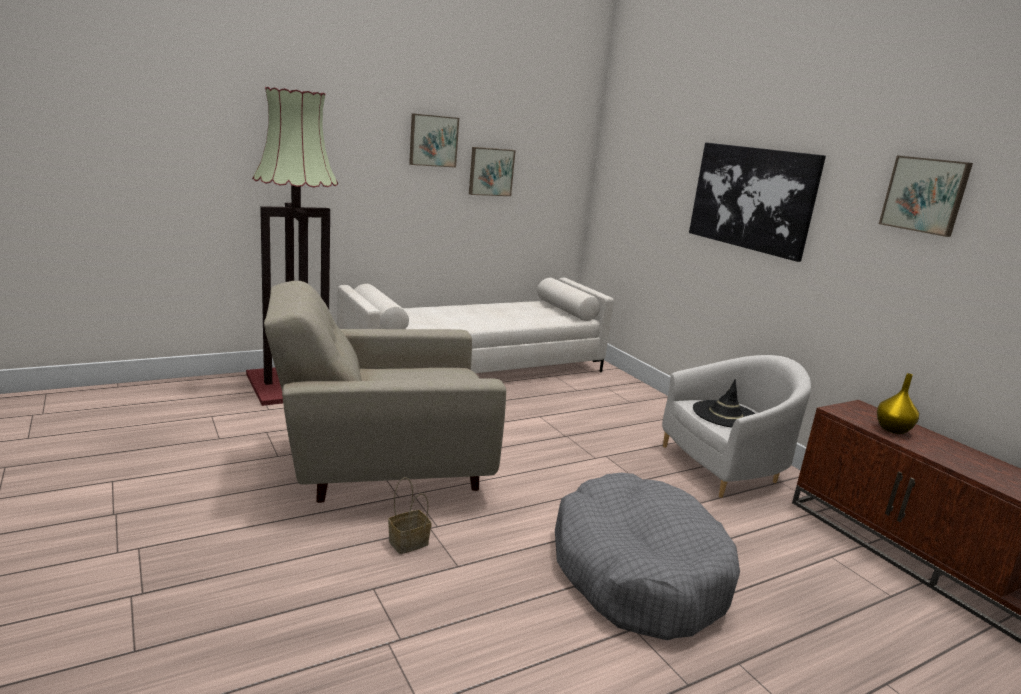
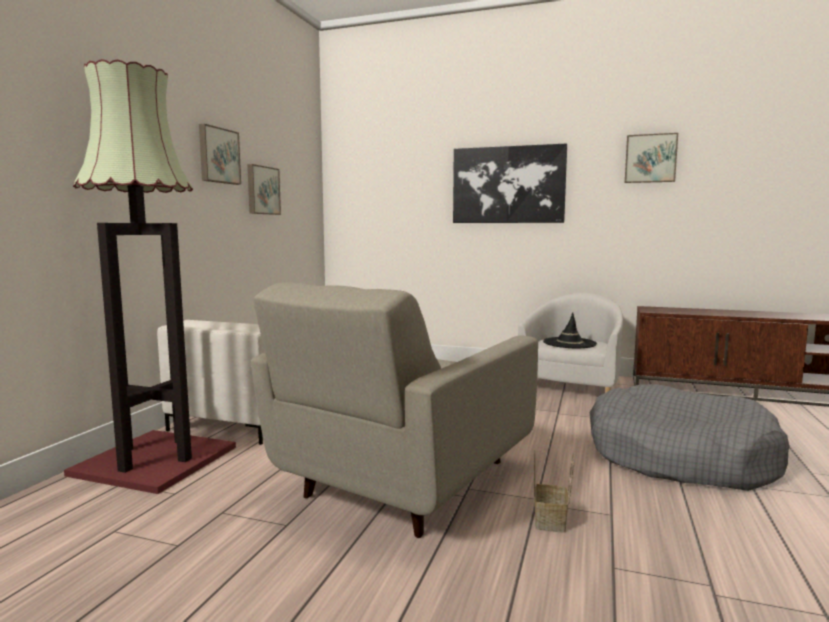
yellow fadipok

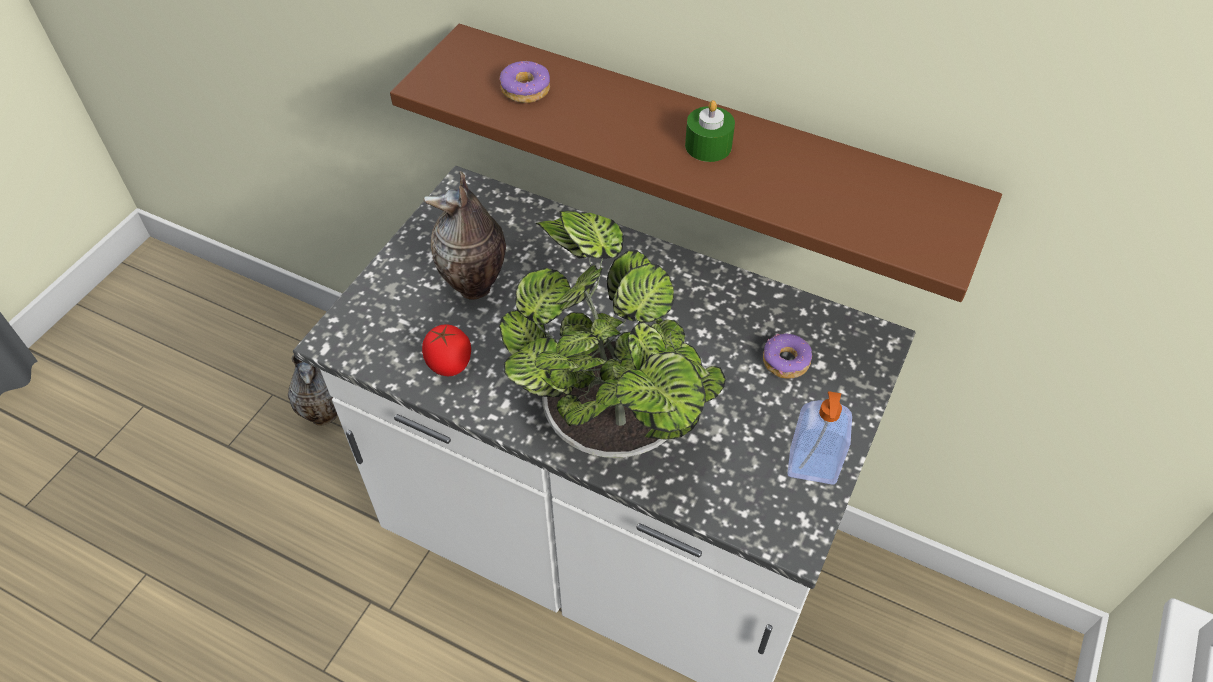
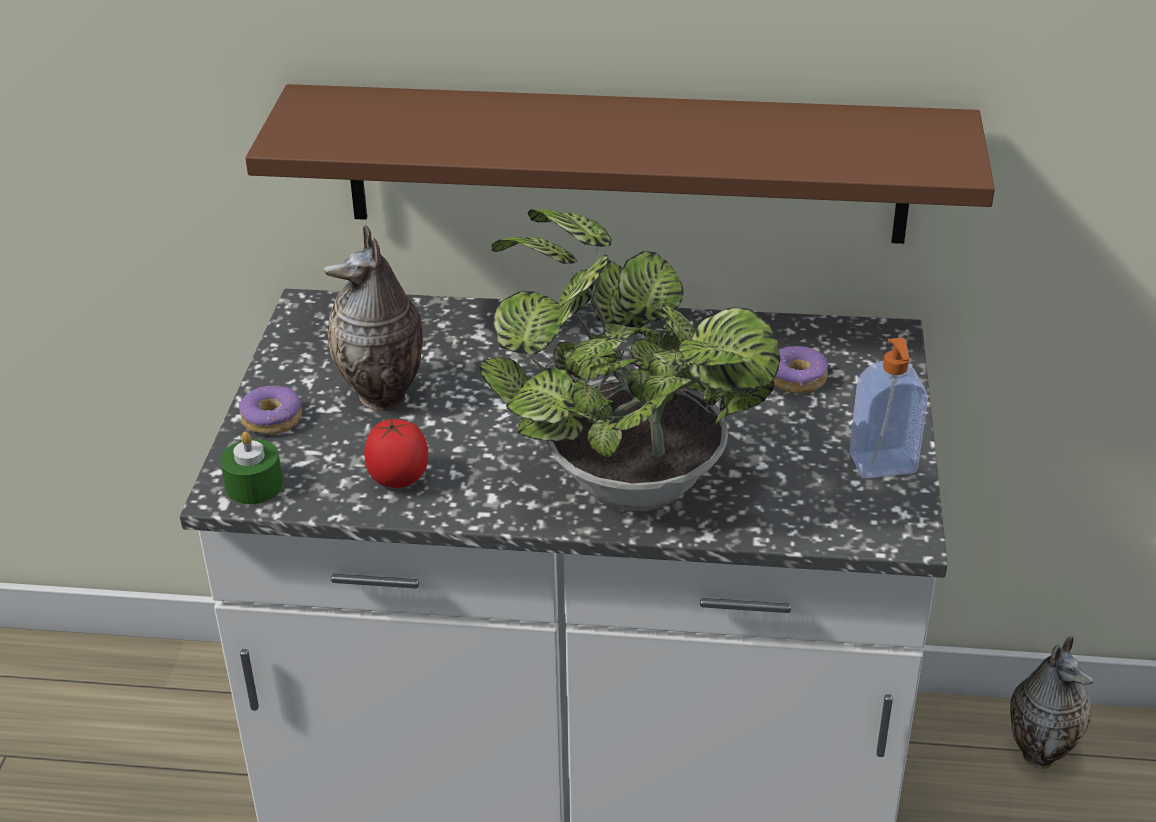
fadipok (no. 2 from left)
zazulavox (no. 1 from left)
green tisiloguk

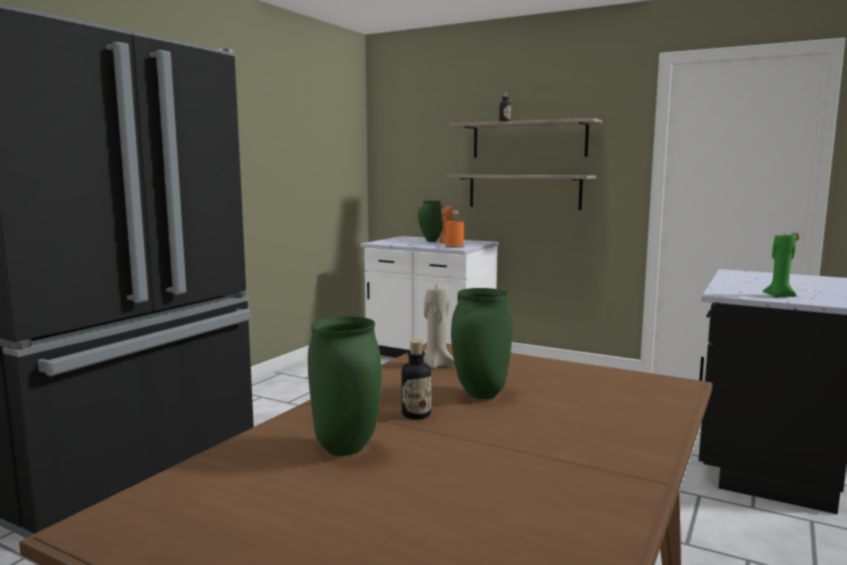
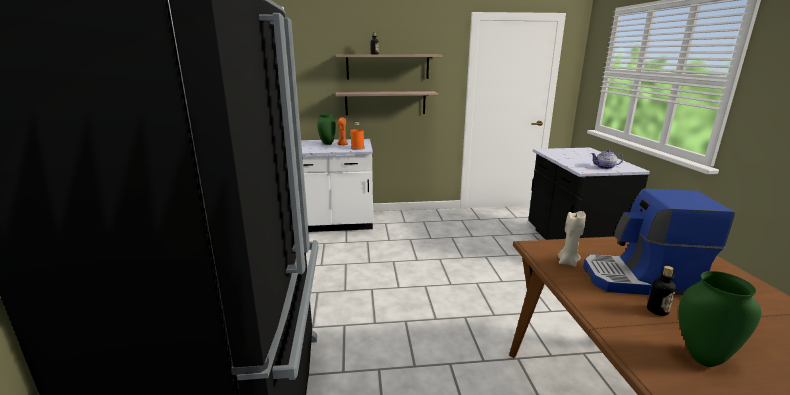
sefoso
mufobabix

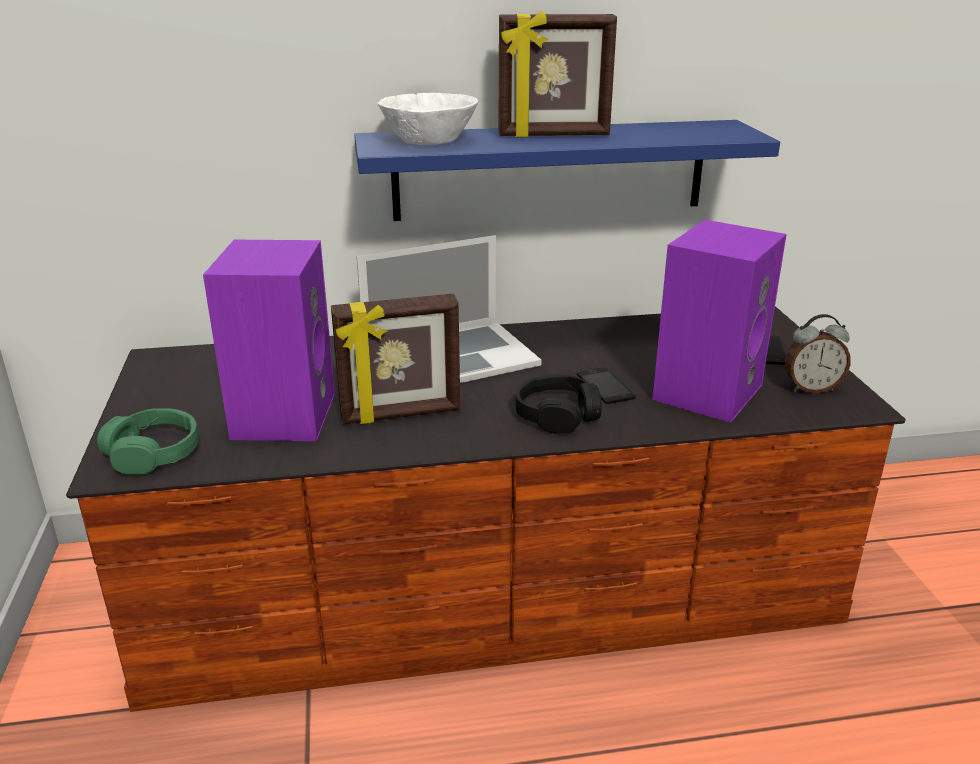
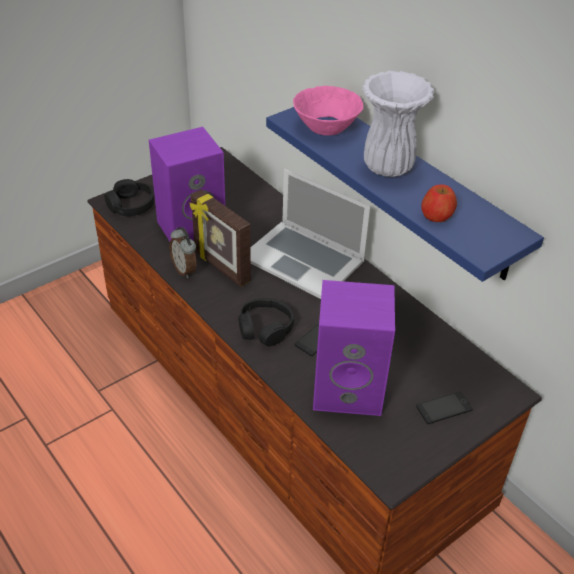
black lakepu (no. 1 from left)
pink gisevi
white fadipok
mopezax
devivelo

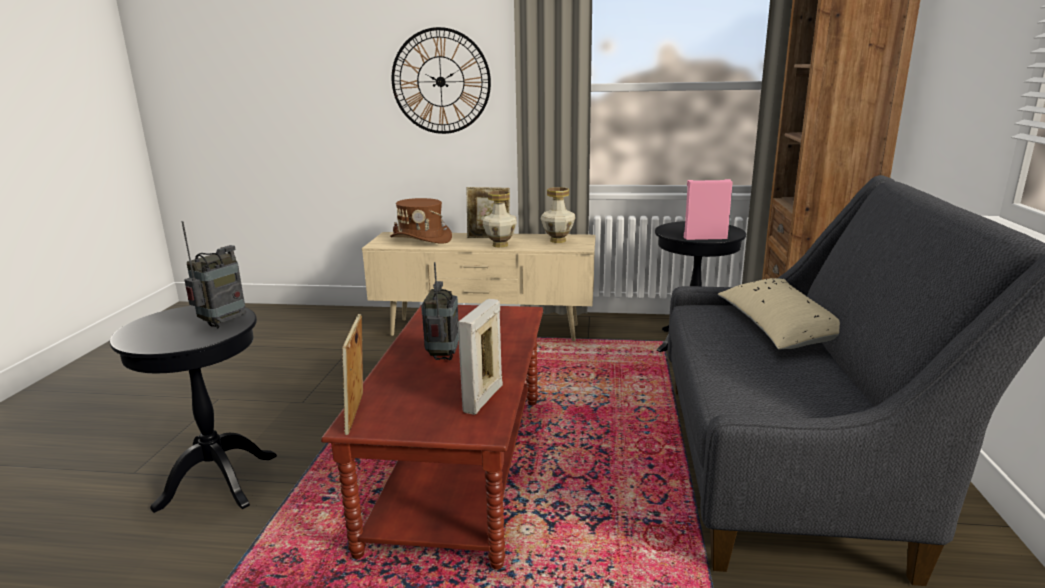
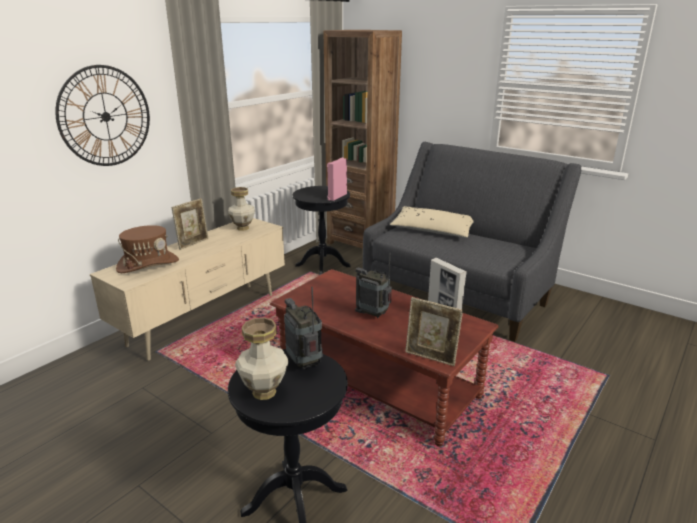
fadipok (no. 2 from left)

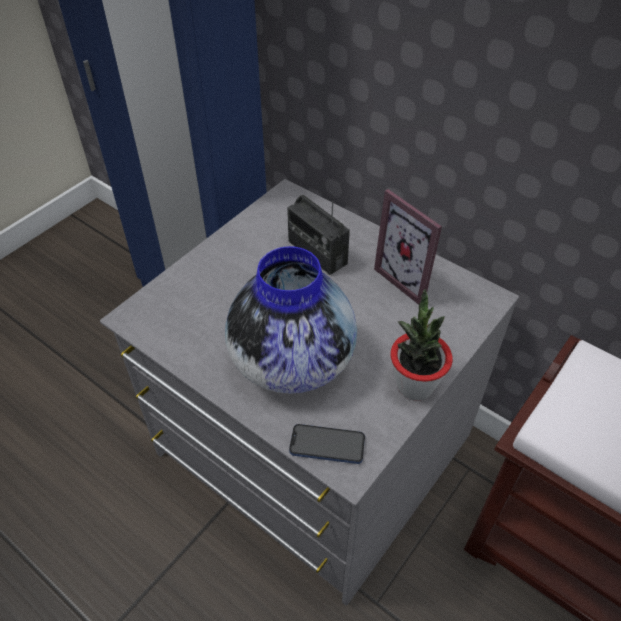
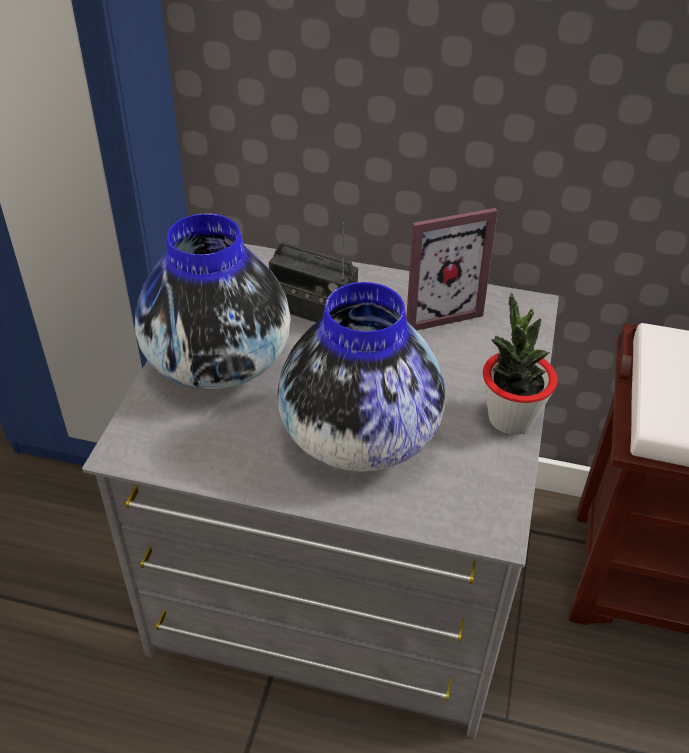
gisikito
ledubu
fadipok (no. 1 from left)

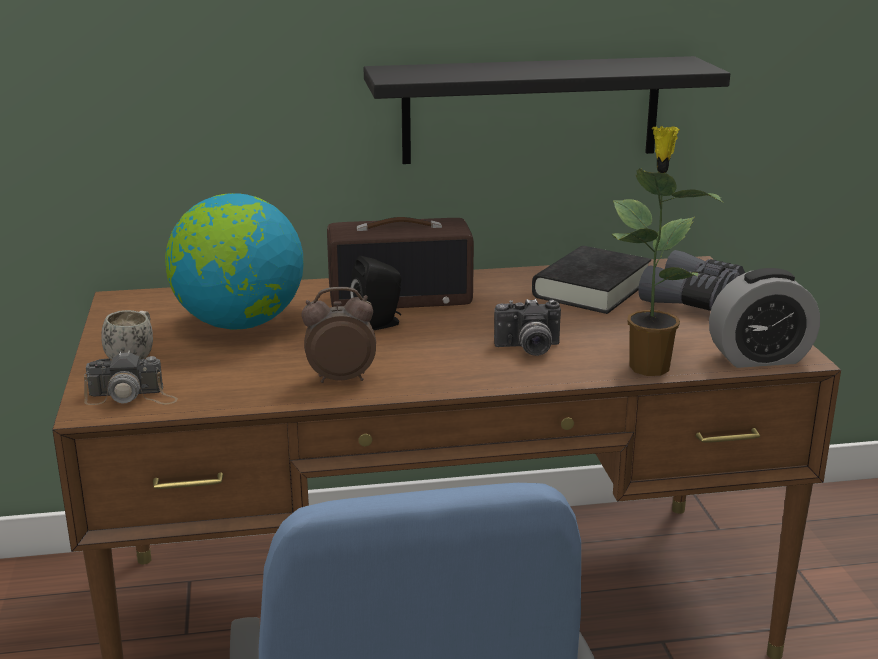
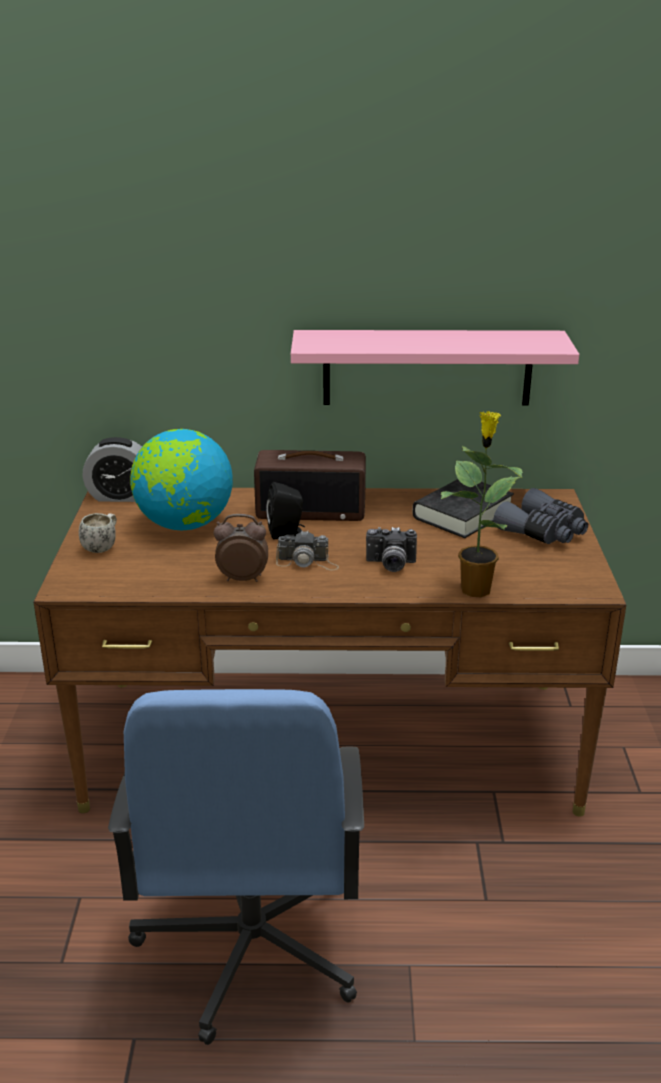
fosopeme (no. 1 from left)
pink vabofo
mopezax (no. 1 from left)

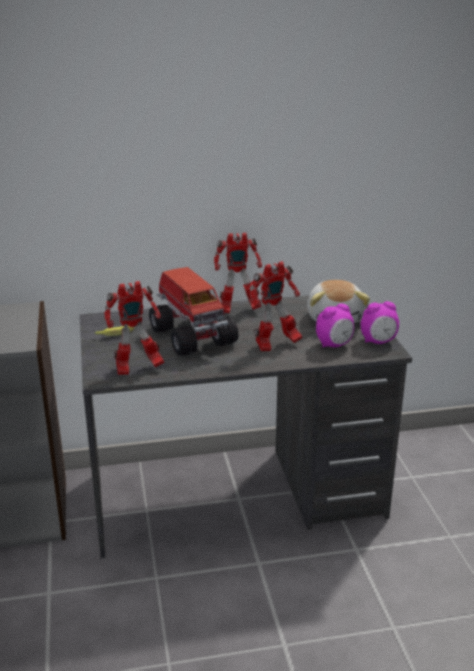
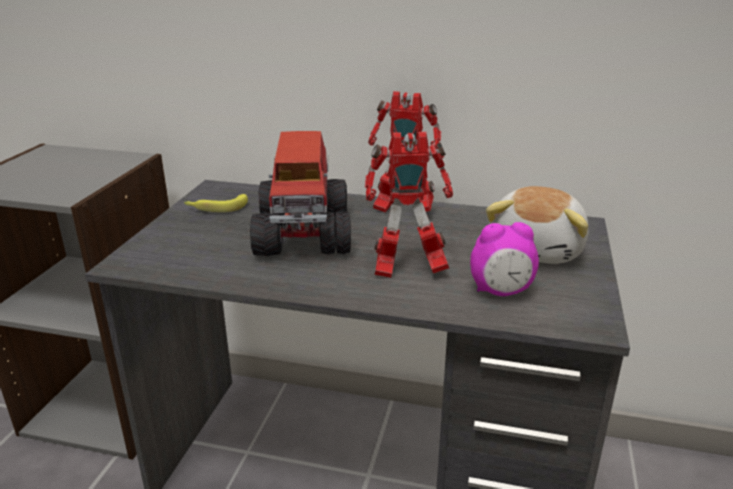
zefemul (no. 1 from left in the first image)
mopezax (no. 2 from left in the first image)

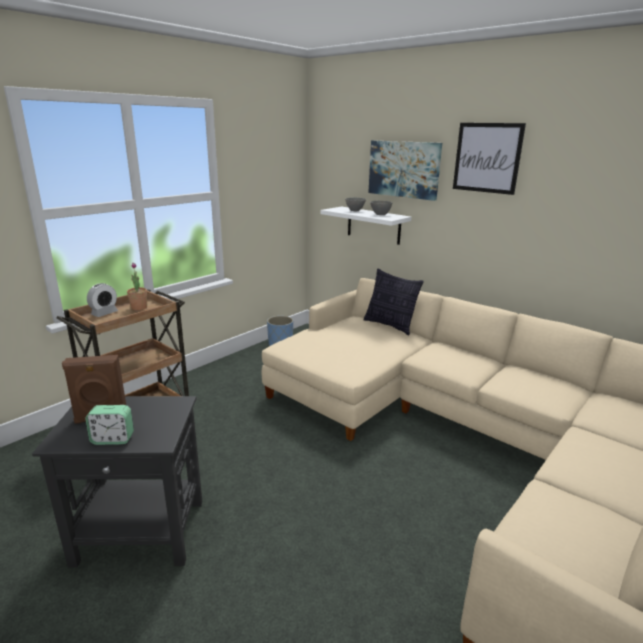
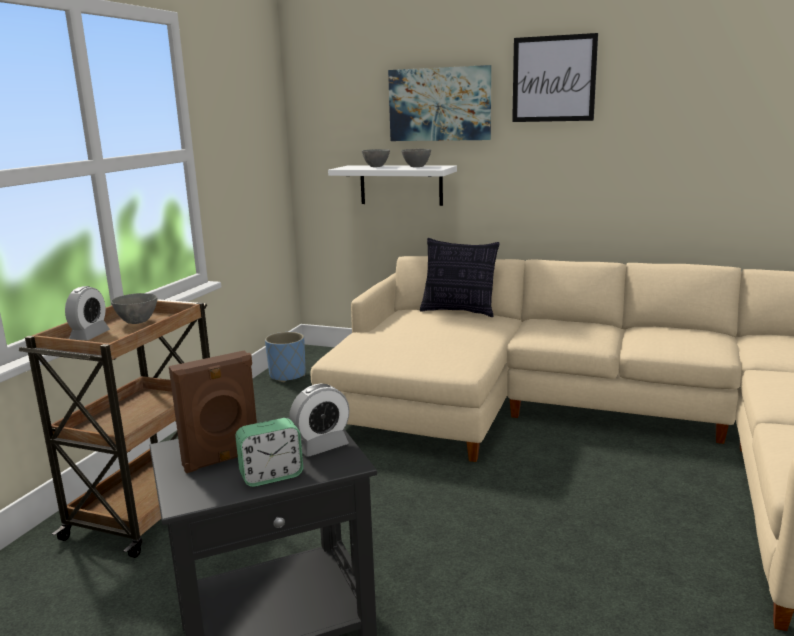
grey gisevi (no. 1 from left)
mopezax (no. 3 from left)

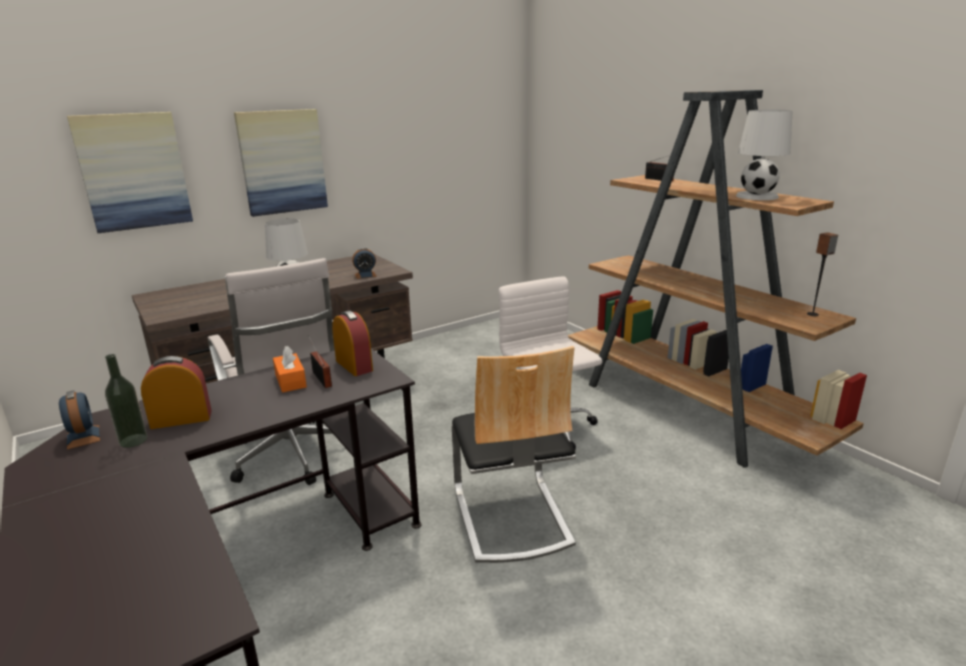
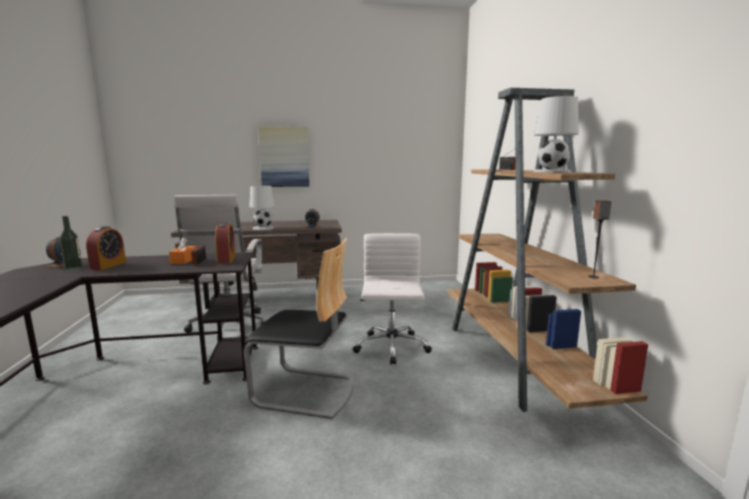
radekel (no. 1 from left in the first image)
mopezax (no. 2 from left)
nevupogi

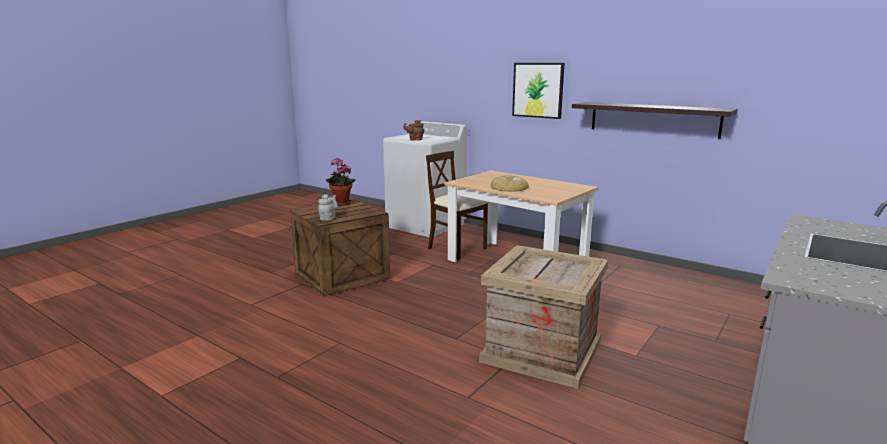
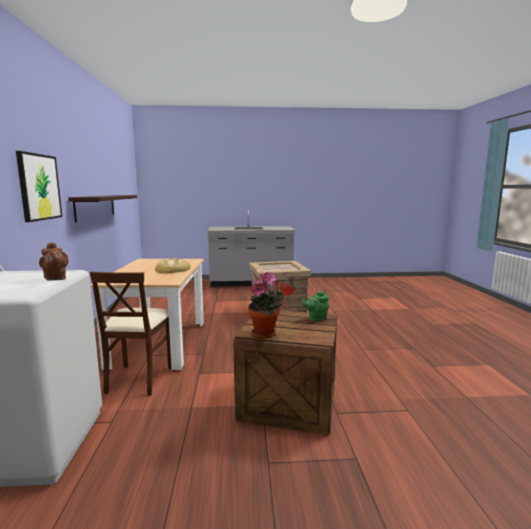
green mufobabix

